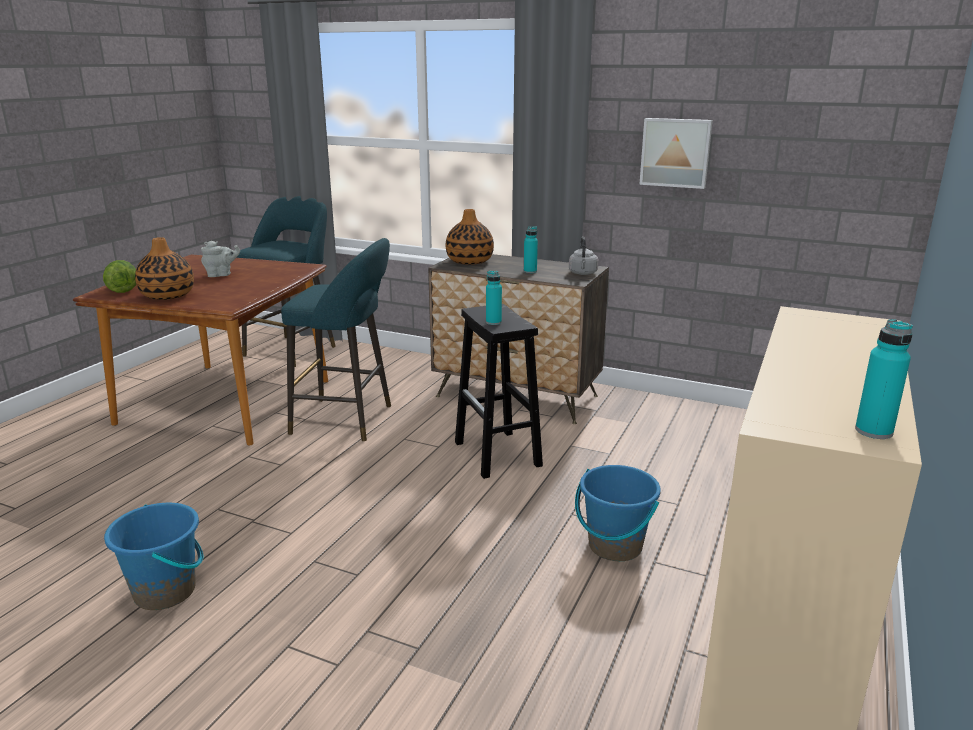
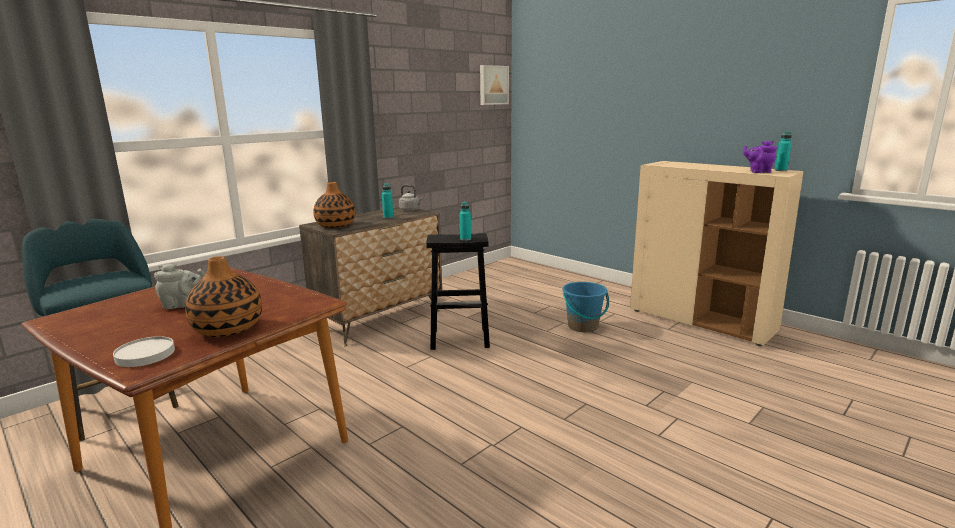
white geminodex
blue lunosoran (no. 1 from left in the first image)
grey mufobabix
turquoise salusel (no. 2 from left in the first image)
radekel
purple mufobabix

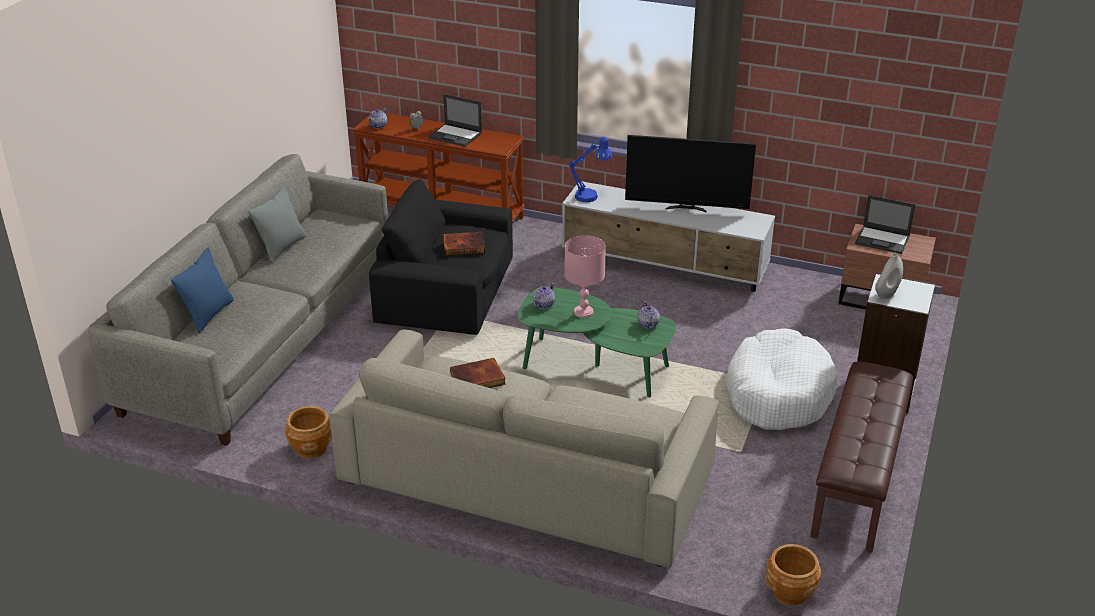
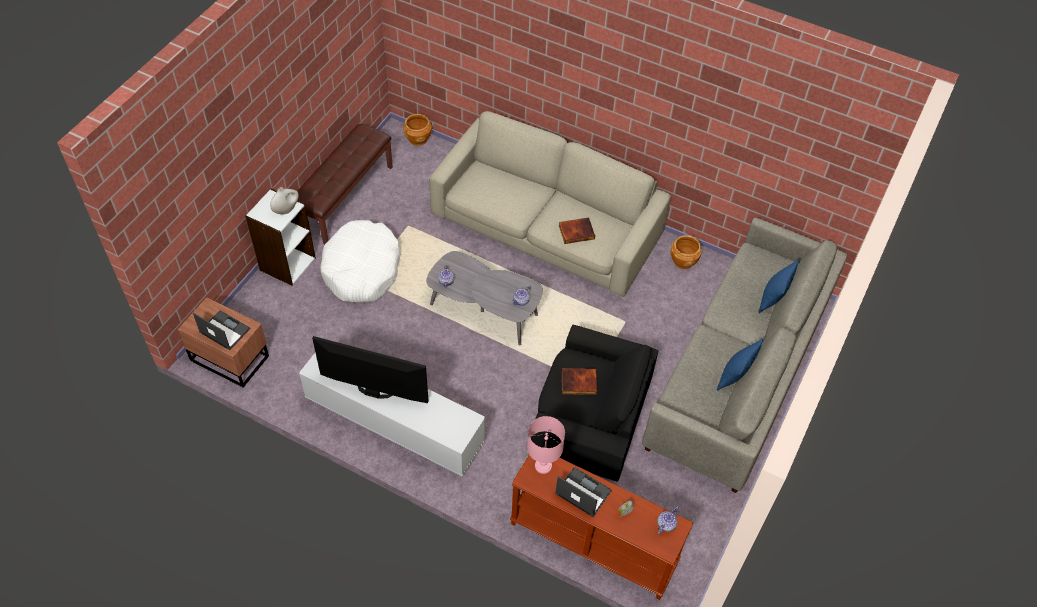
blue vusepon (no. 1 from left)
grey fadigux
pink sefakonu
blue sefakonu

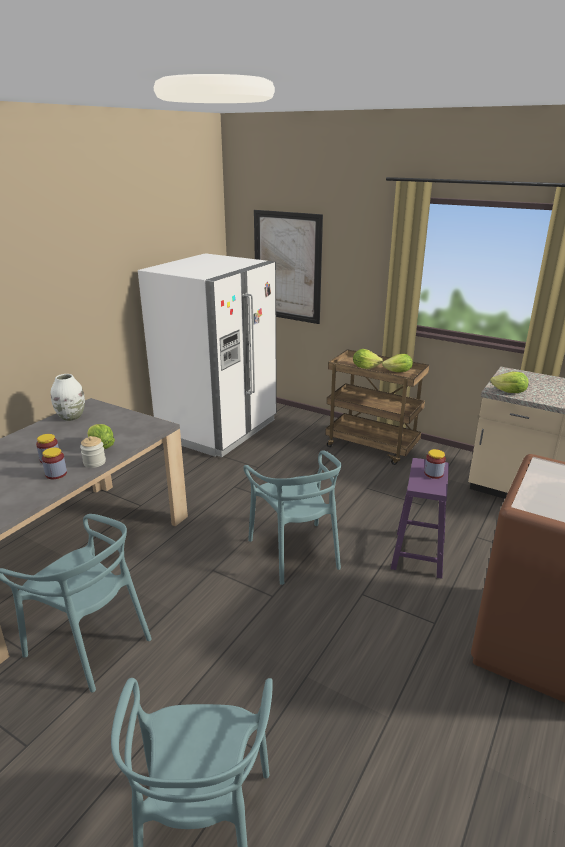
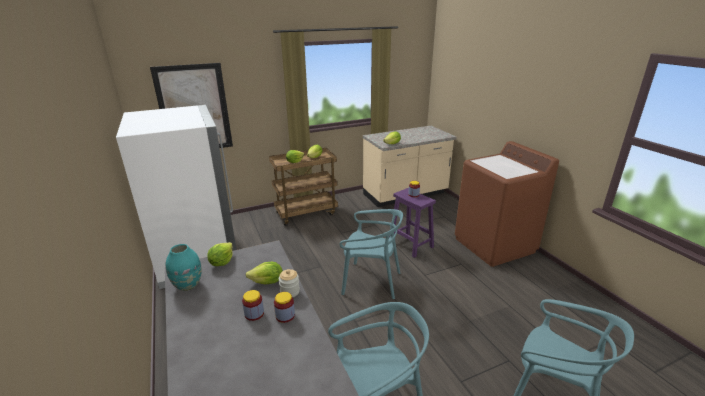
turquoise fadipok
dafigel (no. 1 from left)

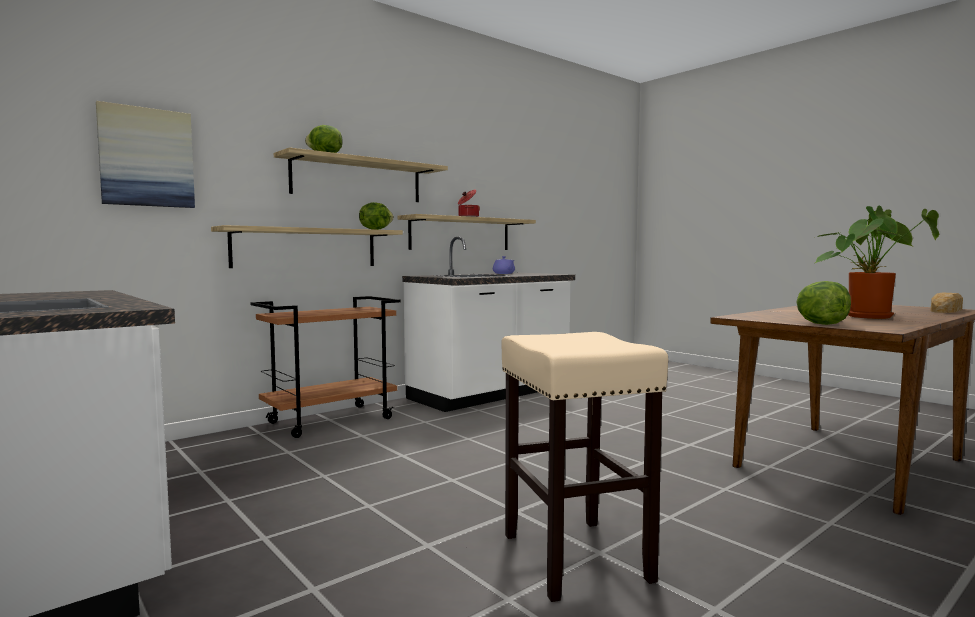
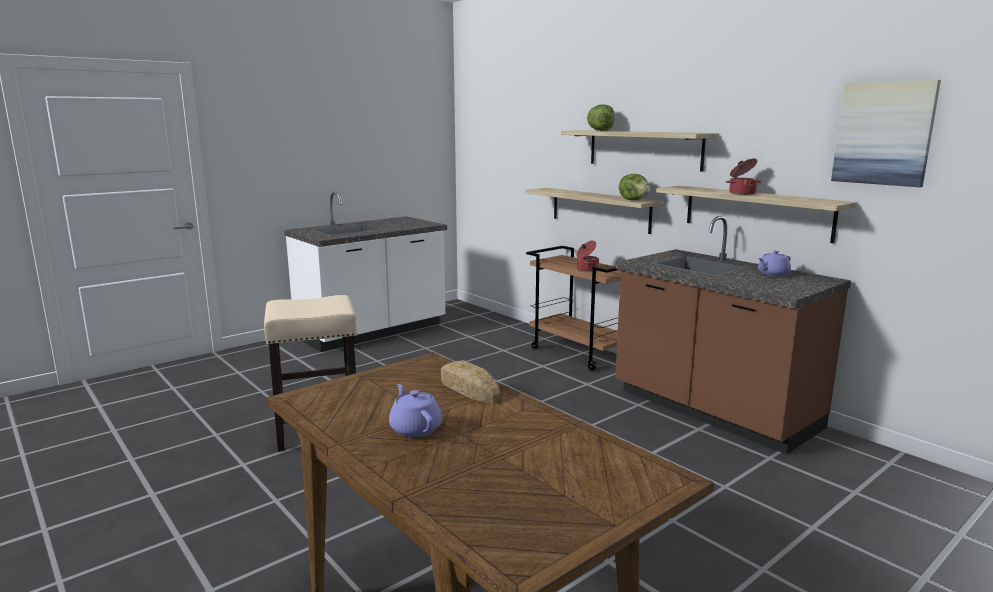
radekel
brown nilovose
dafigel (no. 3 from left in the first image)
purple mufobabix (no. 1 from left)
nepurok
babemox (no. 1 from left)

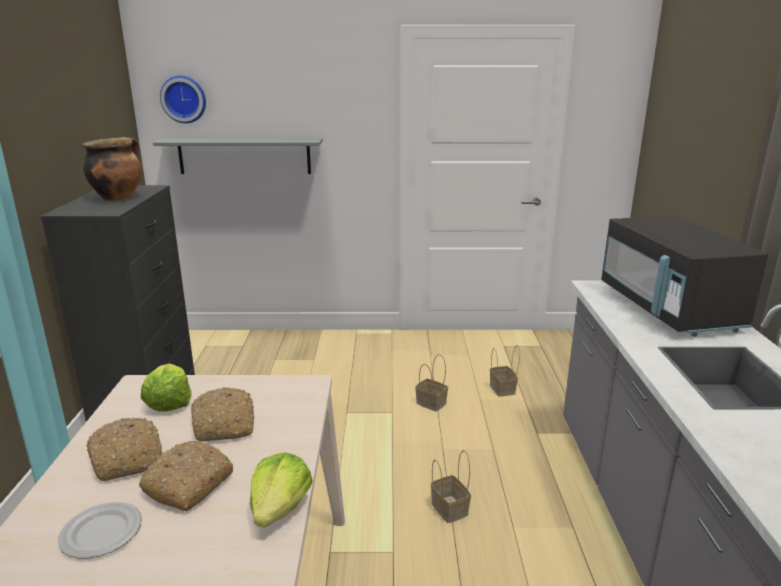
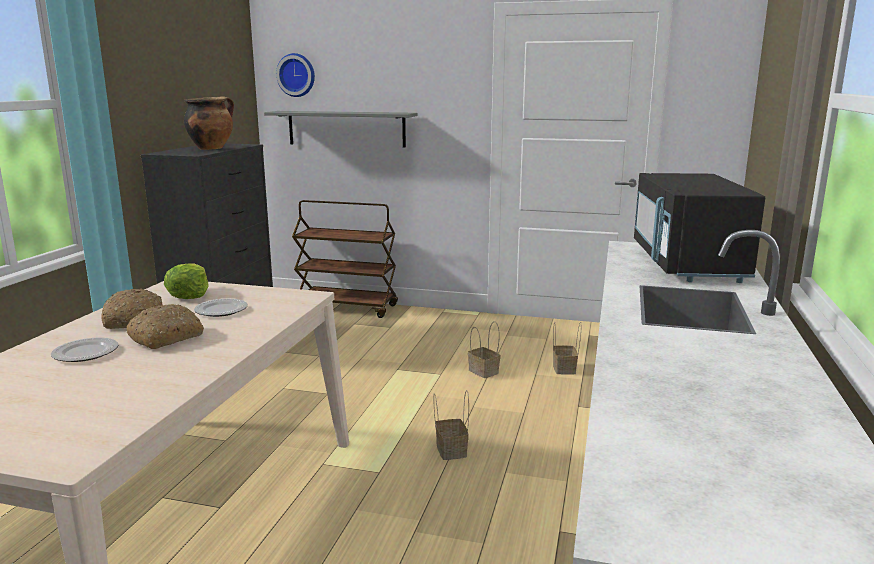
geminodex (no. 2 from left)
dafigel (no. 2 from left in the first image)
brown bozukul

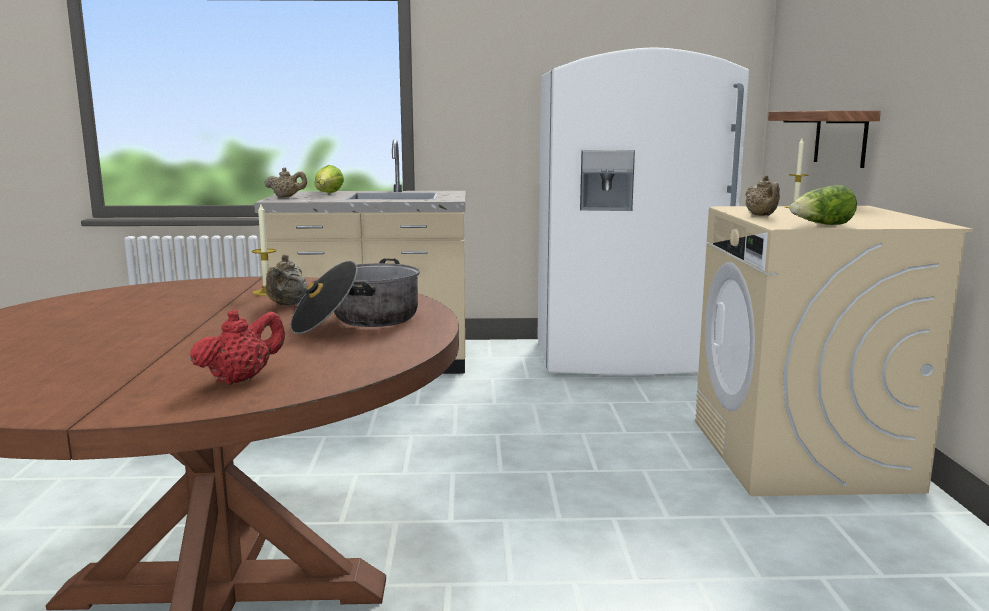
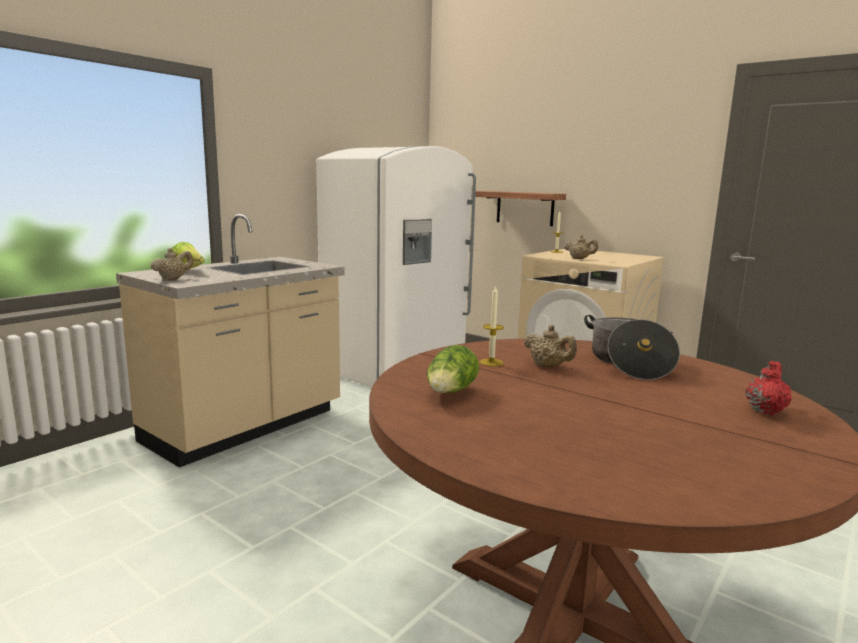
red mufobabix
dafigel (no. 2 from left)

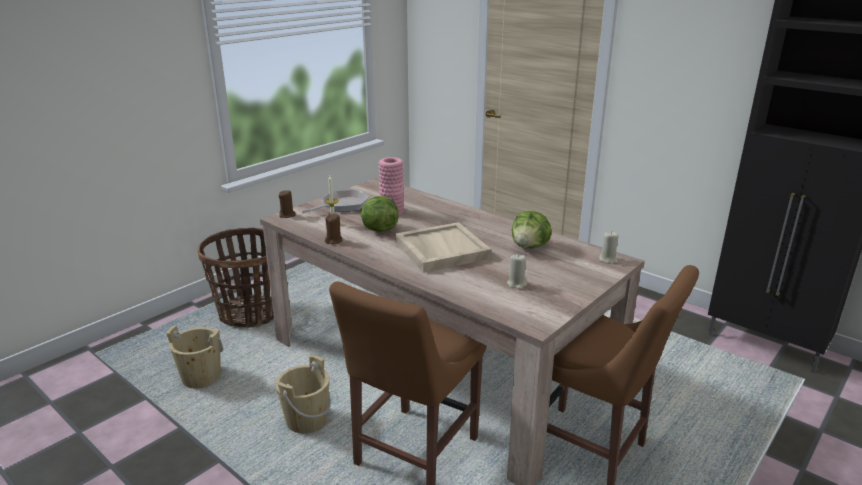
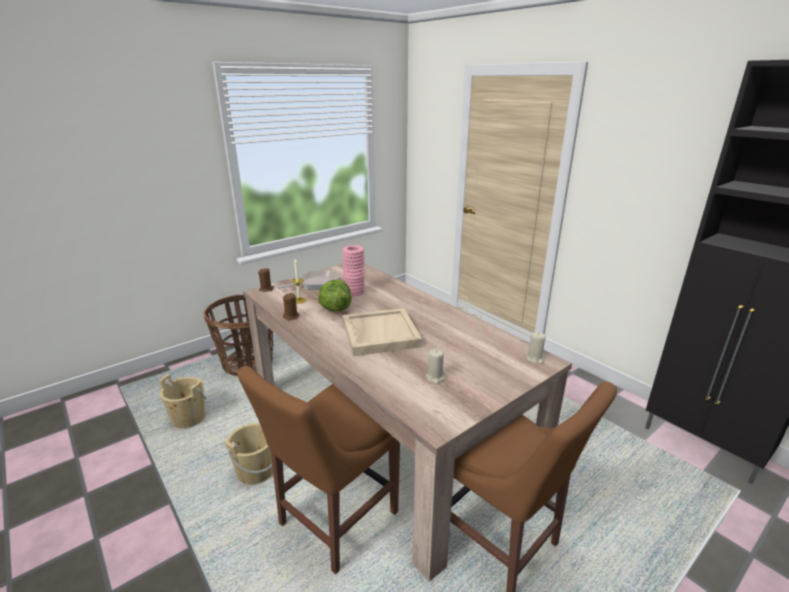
dafigel (no. 2 from left in the first image)

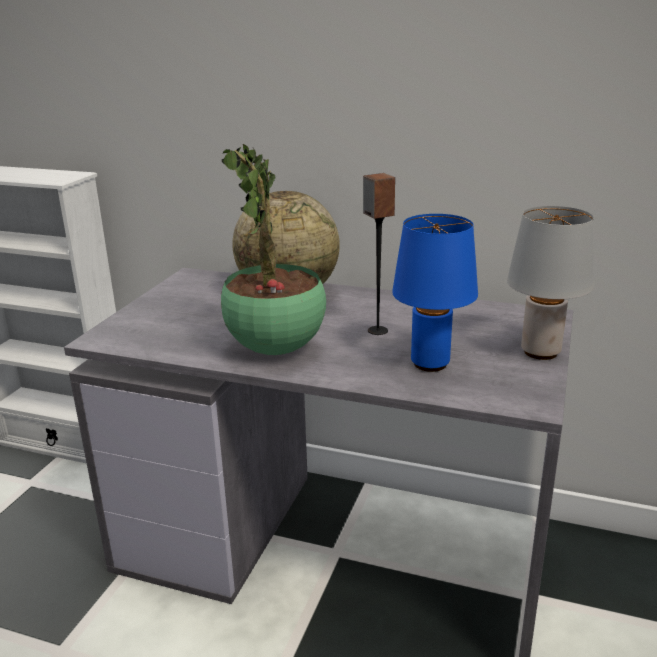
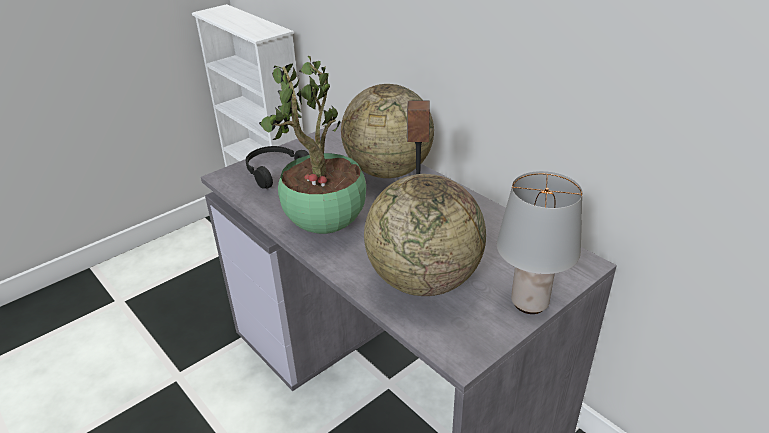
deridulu (no. 2 from left)
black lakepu

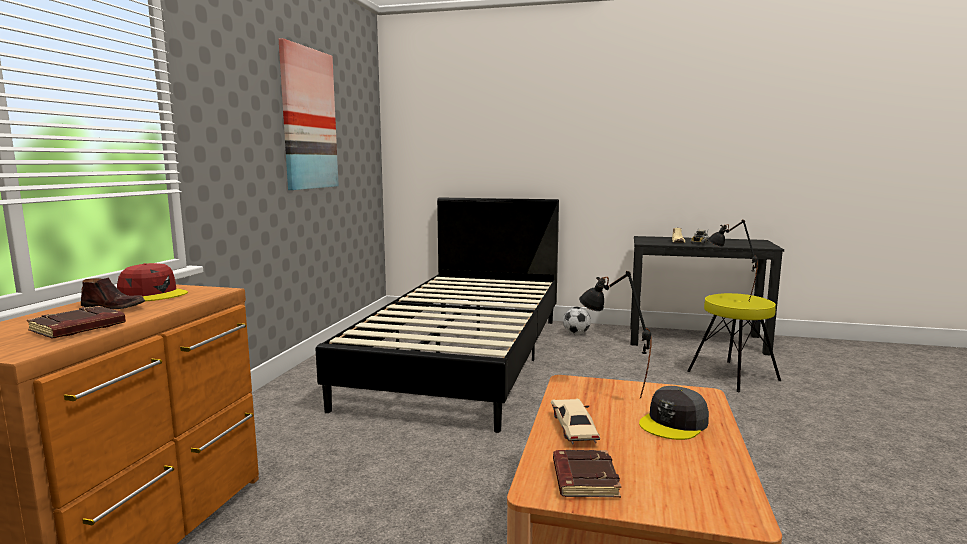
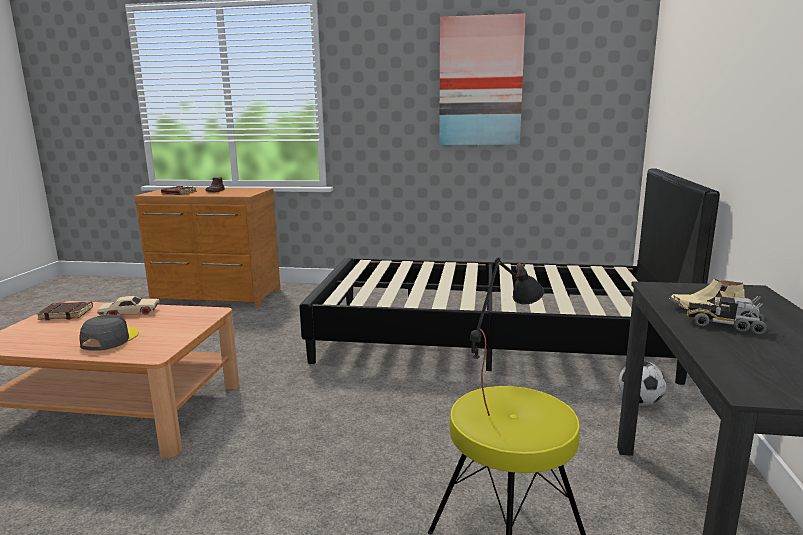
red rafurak
black sefakonu (no. 1 from left in the first image)
grey rafurak

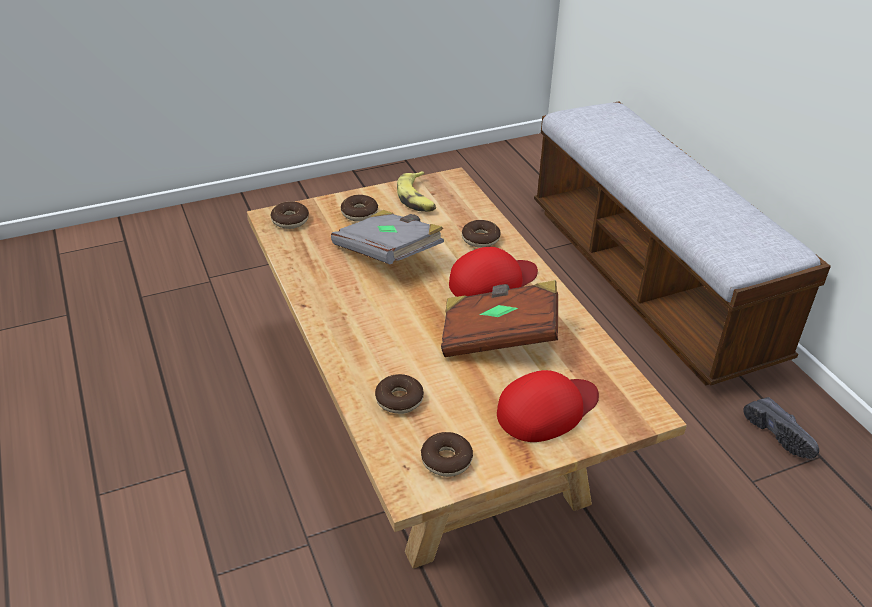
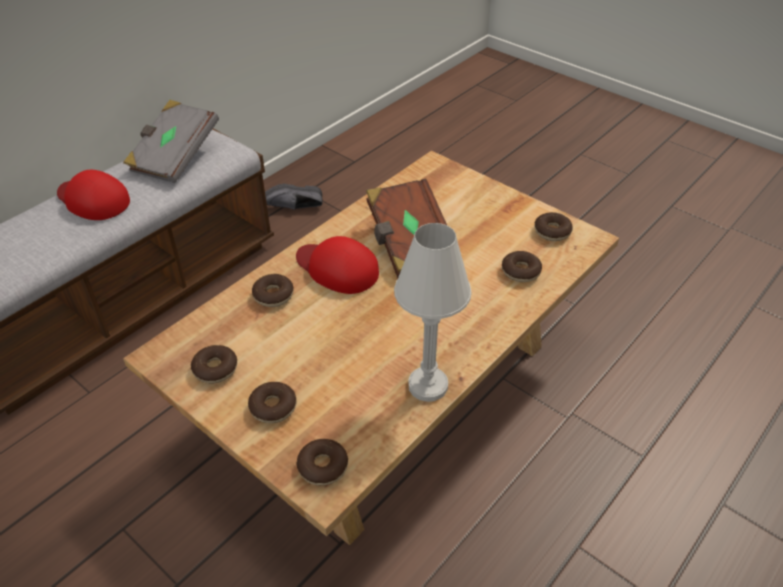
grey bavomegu
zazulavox (no. 1 from left)
red rafurak (no. 1 from left)
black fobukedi
white sefakonu

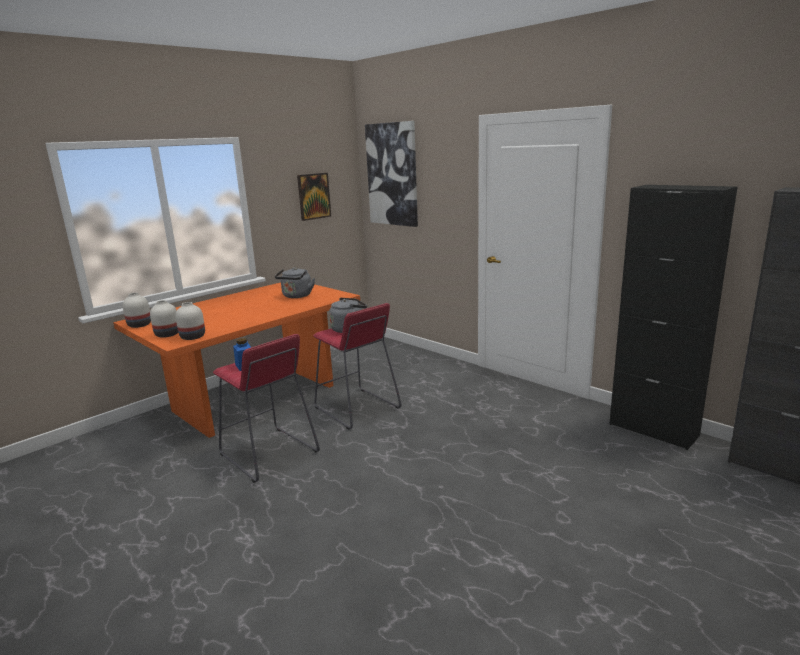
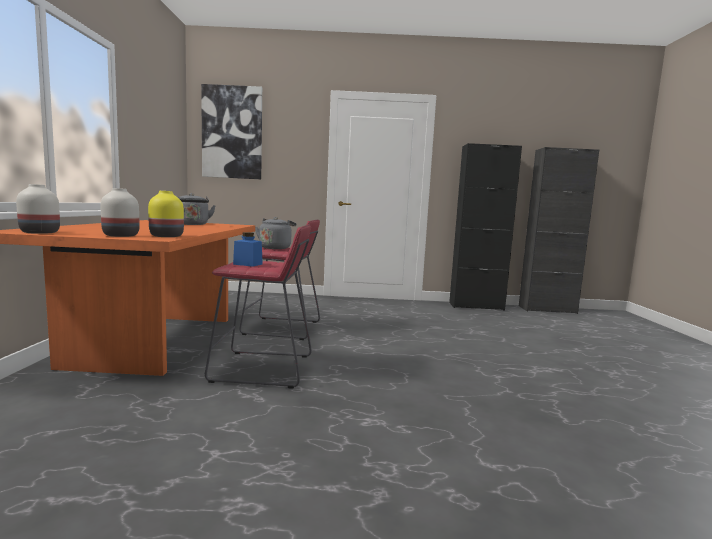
yellow fadipok
radekel (no. 1 from left in the first image)

